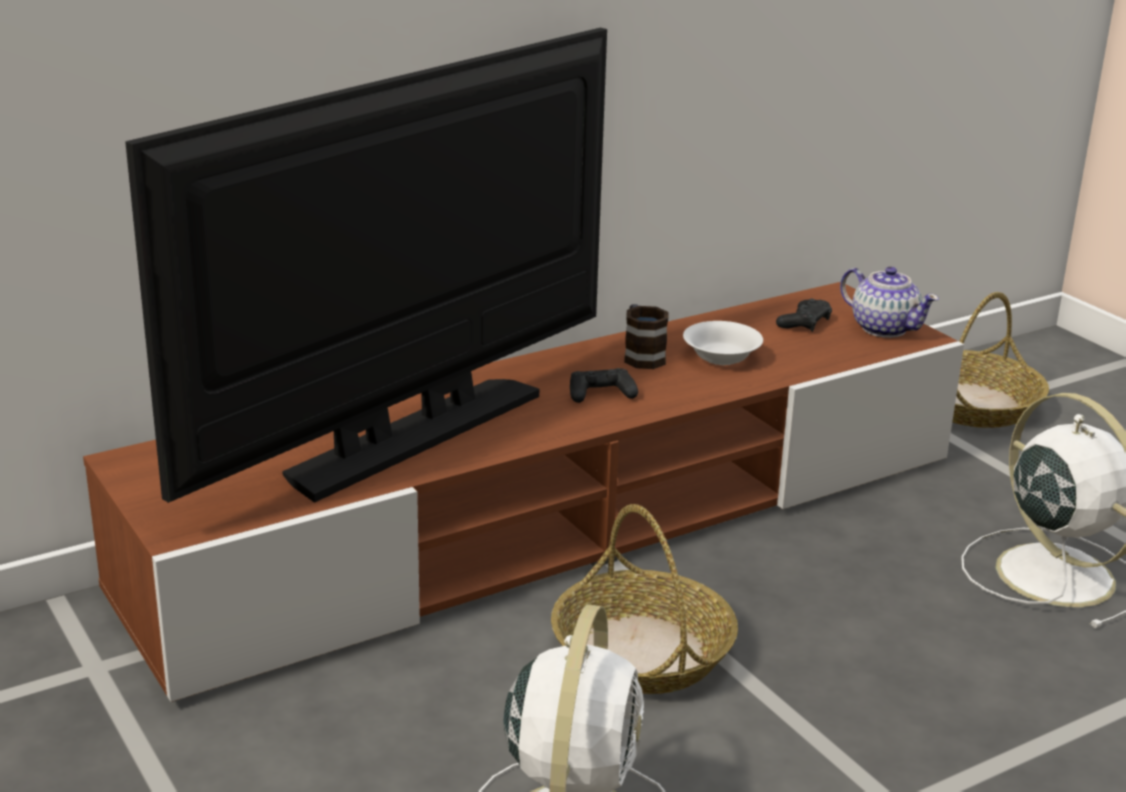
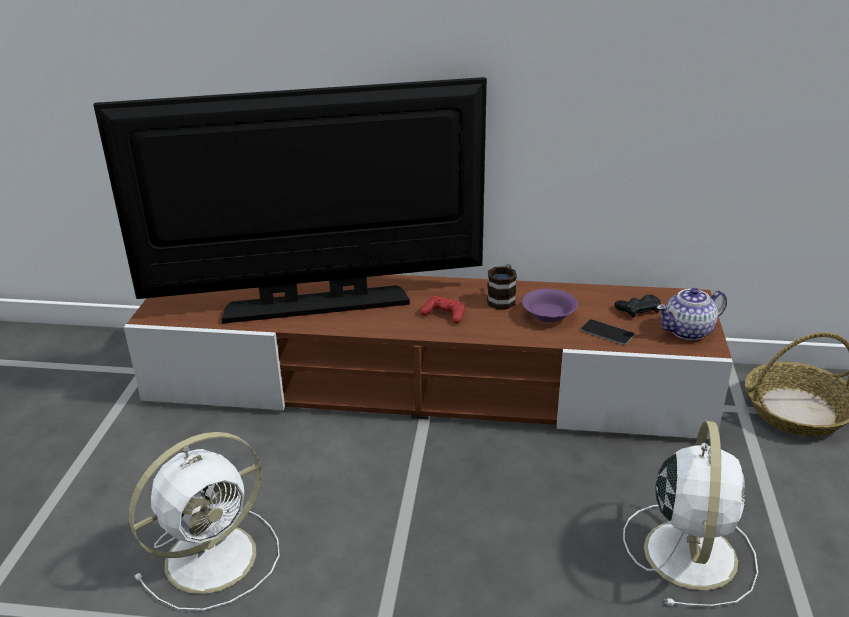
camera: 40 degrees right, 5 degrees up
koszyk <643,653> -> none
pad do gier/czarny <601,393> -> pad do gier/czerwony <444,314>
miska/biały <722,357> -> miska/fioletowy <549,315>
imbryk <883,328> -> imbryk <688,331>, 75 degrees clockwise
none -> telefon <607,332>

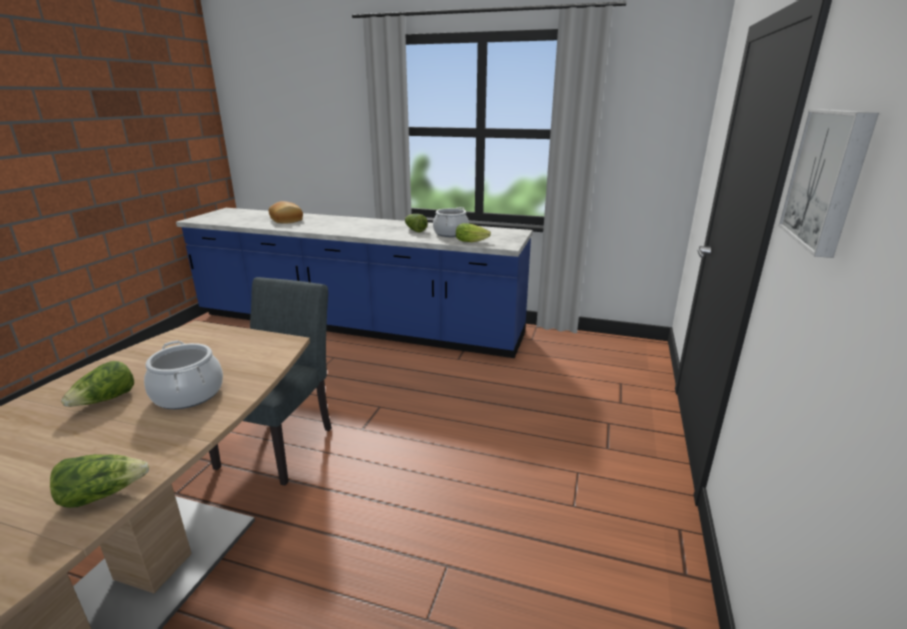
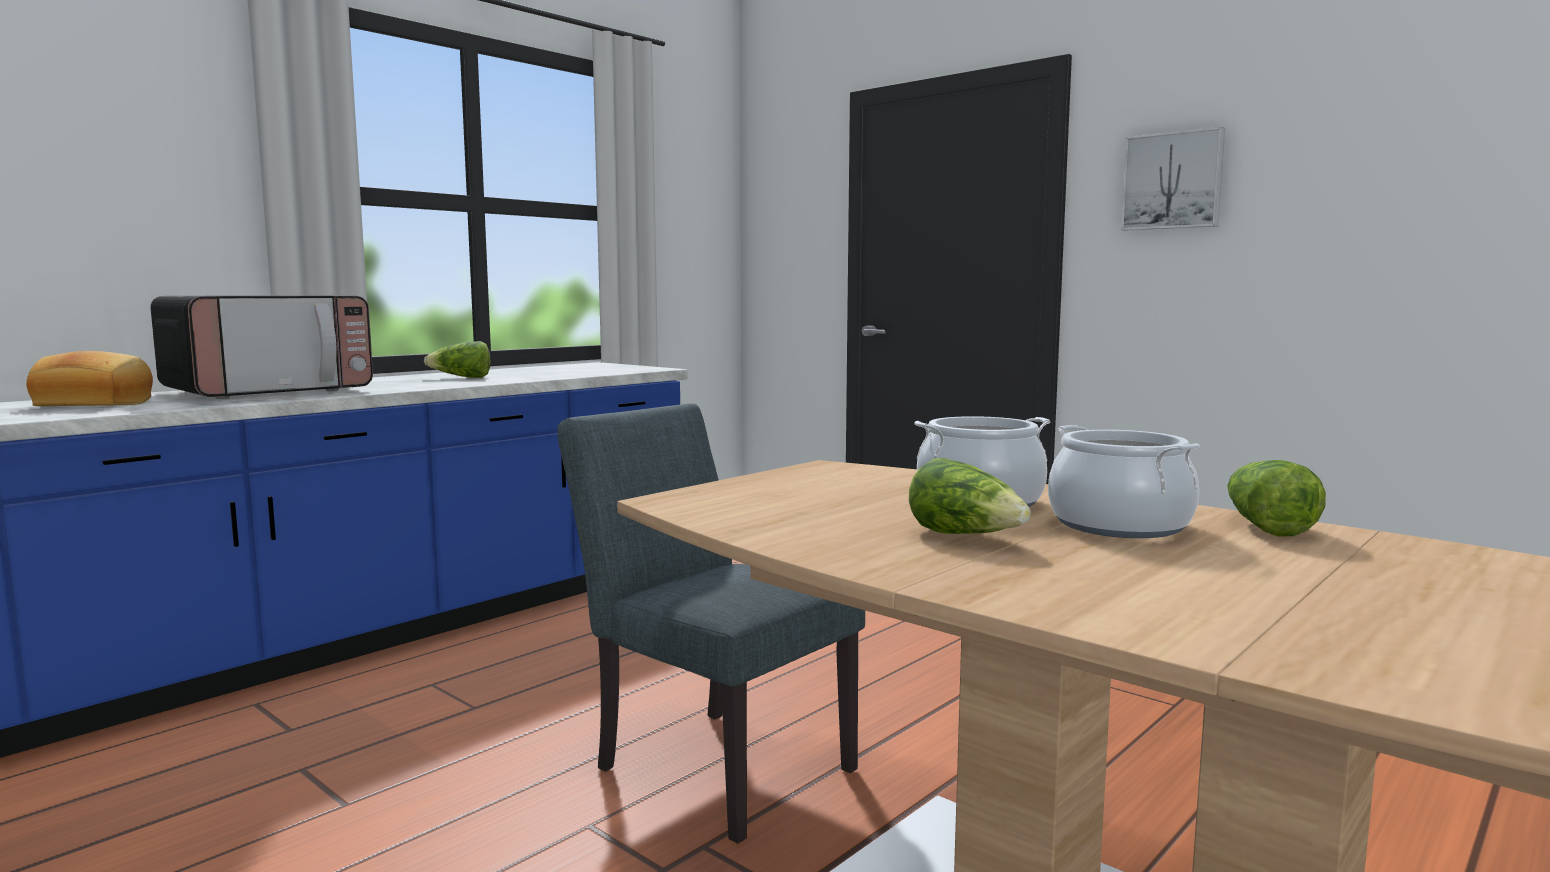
camera: 65 degrees left, 15 degrees down
garnek <451,233> -> garnek <1119,525>, moved
sałata <473,241> -> none
none -> mikrofalówka <269,391>

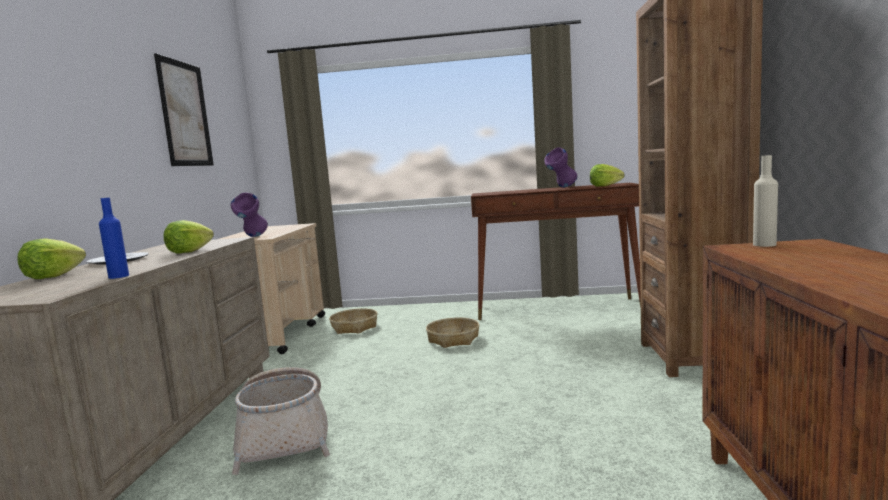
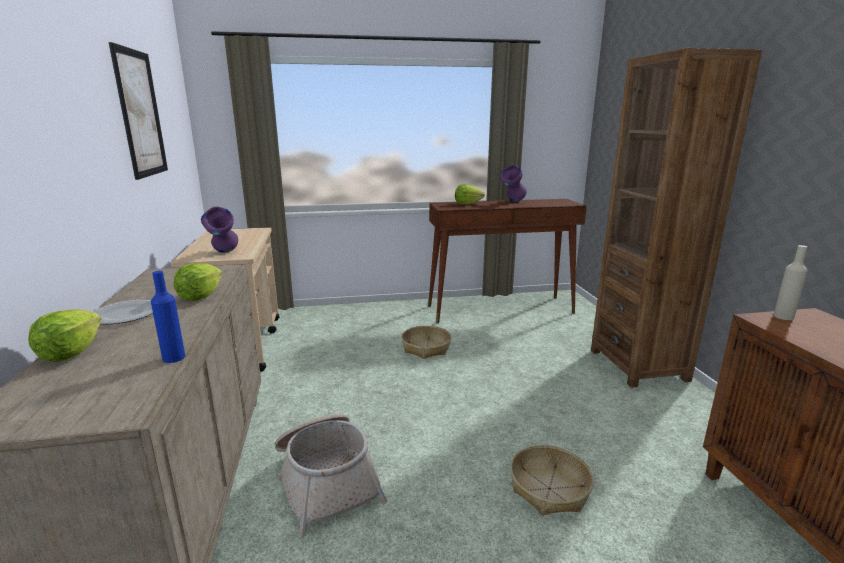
camera: 15 degrees left, 10 degrees up
koszyk <354,327> -> koszyk <549,489>, moved
sałata <605,186> -> sałata <467,204>, moved

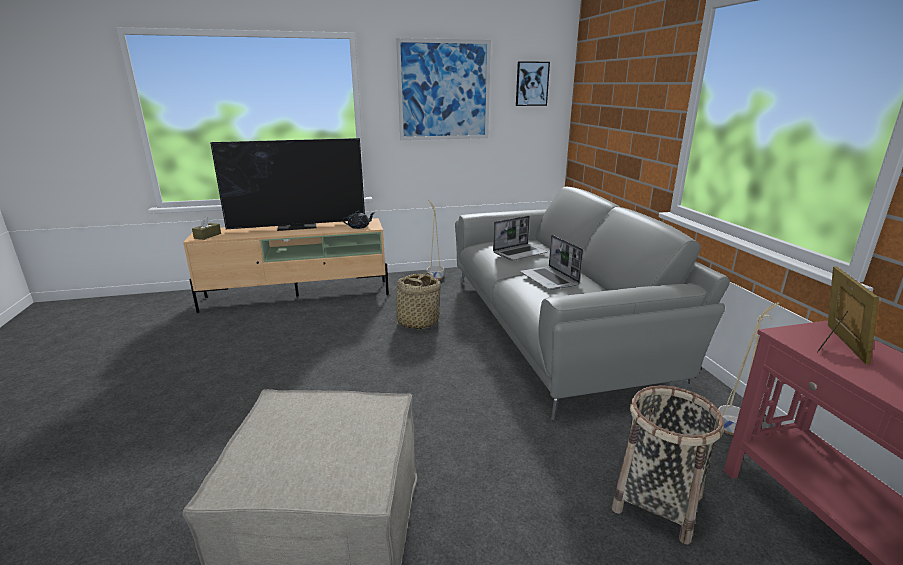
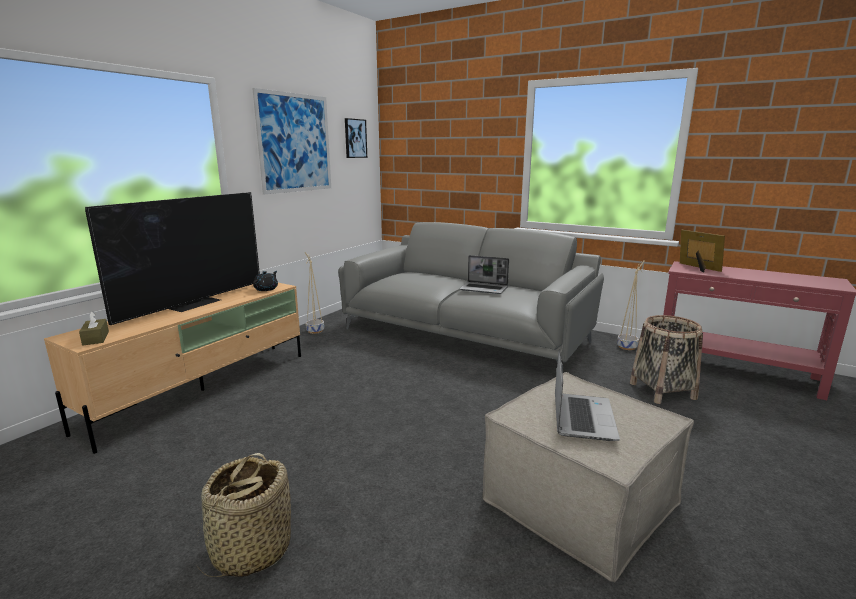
camera: 45 degrees left, 5 degrees down
koszyk <417,322> -> koszyk <251,550>, moved
laptop <520,253> -> laptop <582,417>, moved

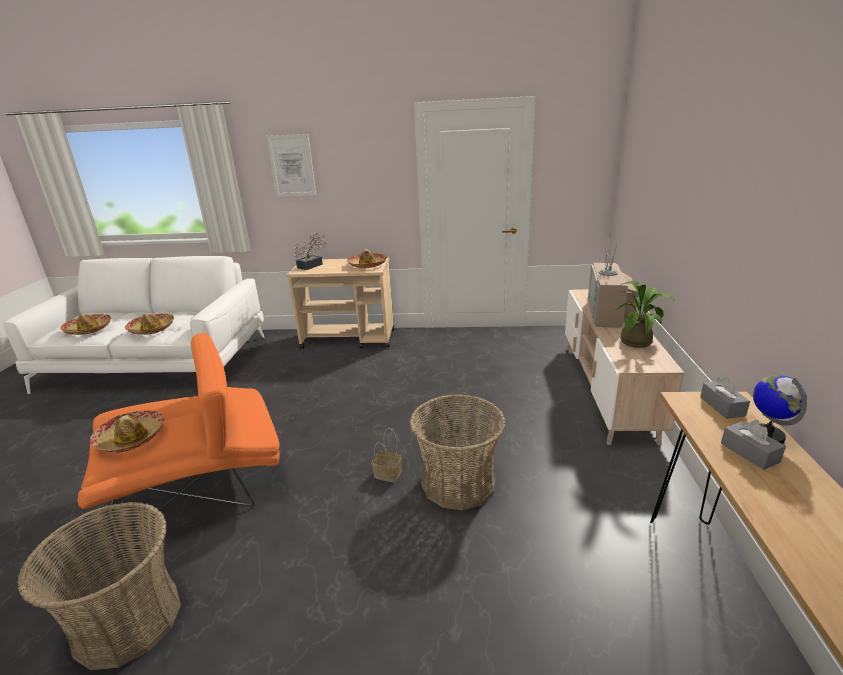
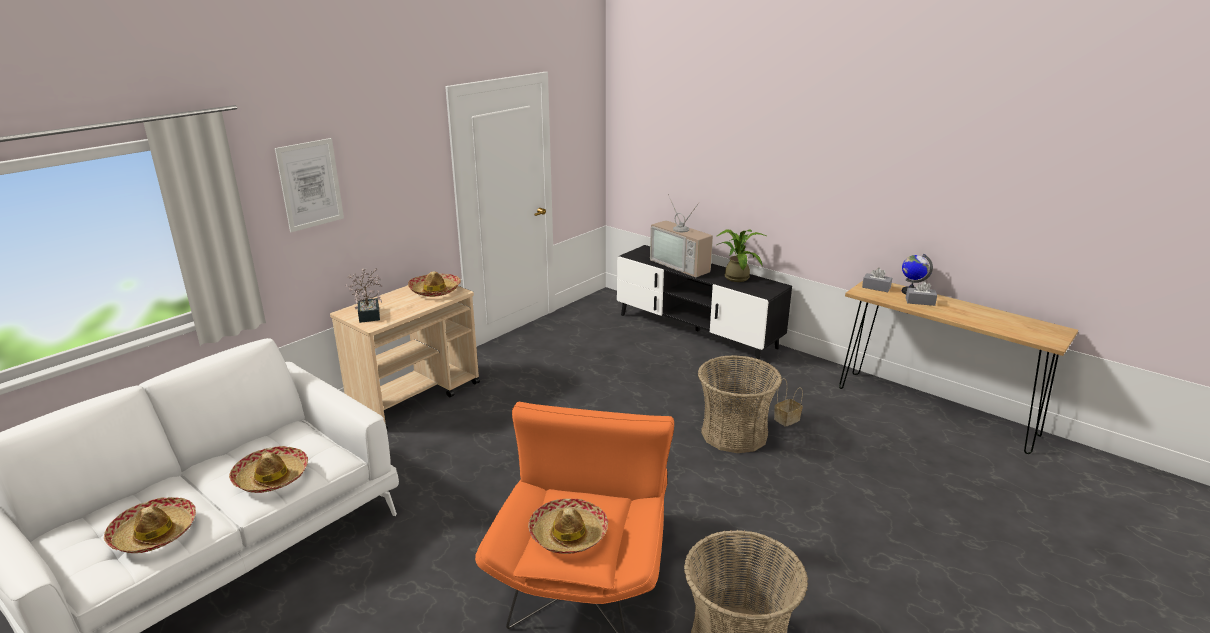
camera: 55 degrees left, 0 degrees up
koszyk <389,474> -> koszyk <787,419>, moved
szafka pod telewizor/beżowy <606,389> -> szafka pod telewizor/czarny <696,331>

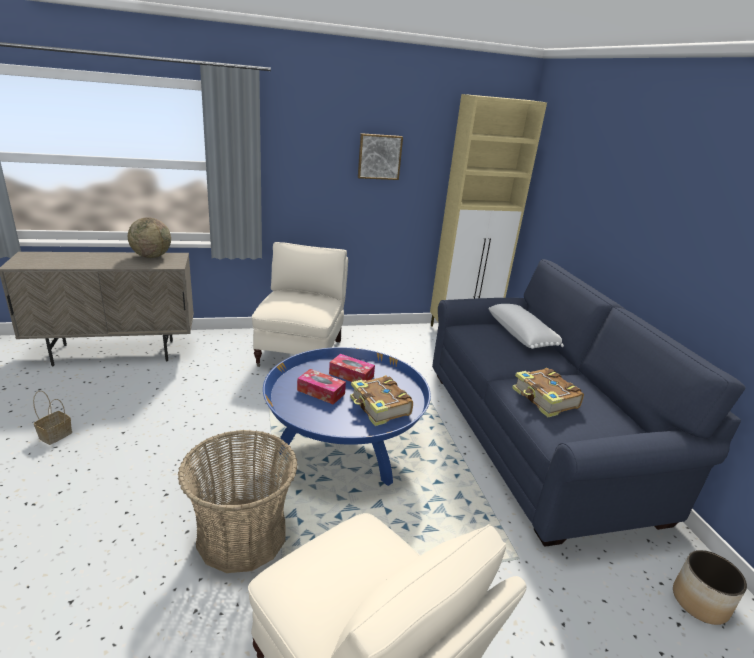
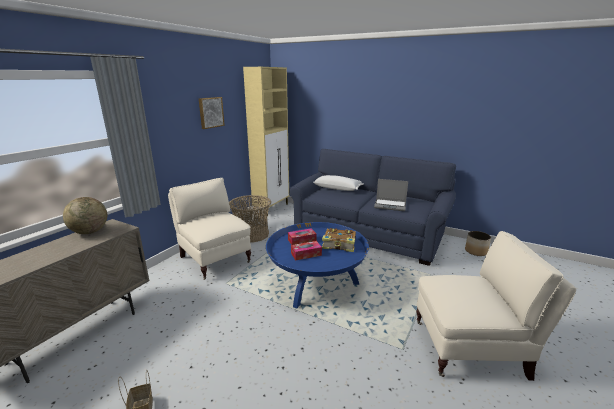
camera: 45 degrees left, 5 degrees down
koszyk <242,535> -> koszyk <252,234>, moved
książka <545,399> -> laptop <390,205>

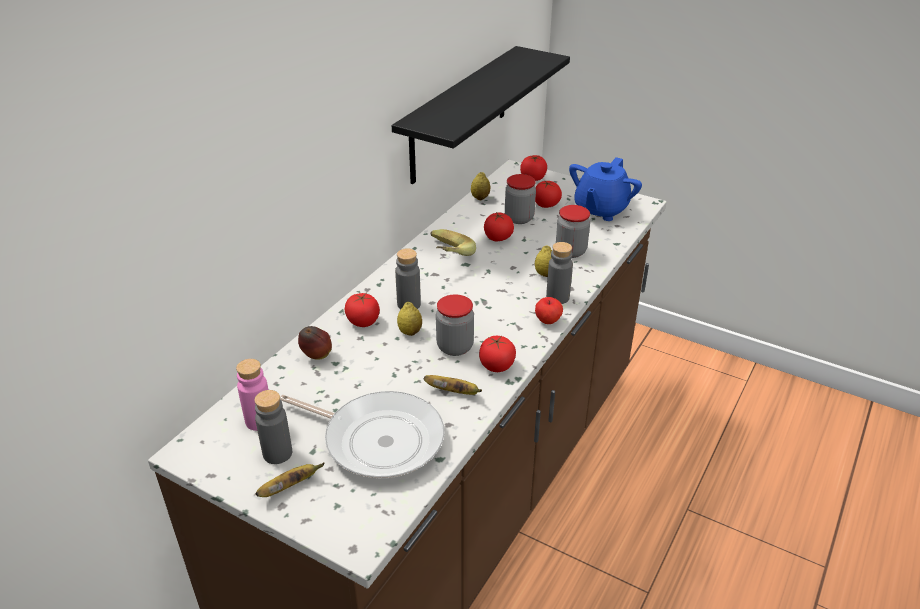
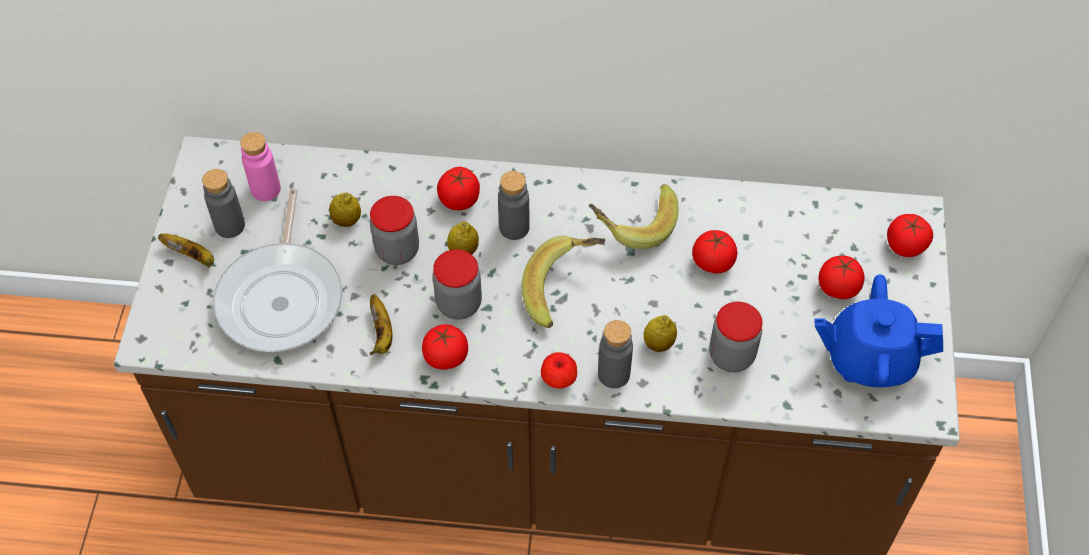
camera: 65 degrees right, 20 degrees up
jabłko <317,356> -> none
półka/czarny <459,115> -> none
cytryna <480,198> -> cytryna <347,220>, moved
słoik <519,218> -> słoik <397,250>, moved
none -> banan <565,290>

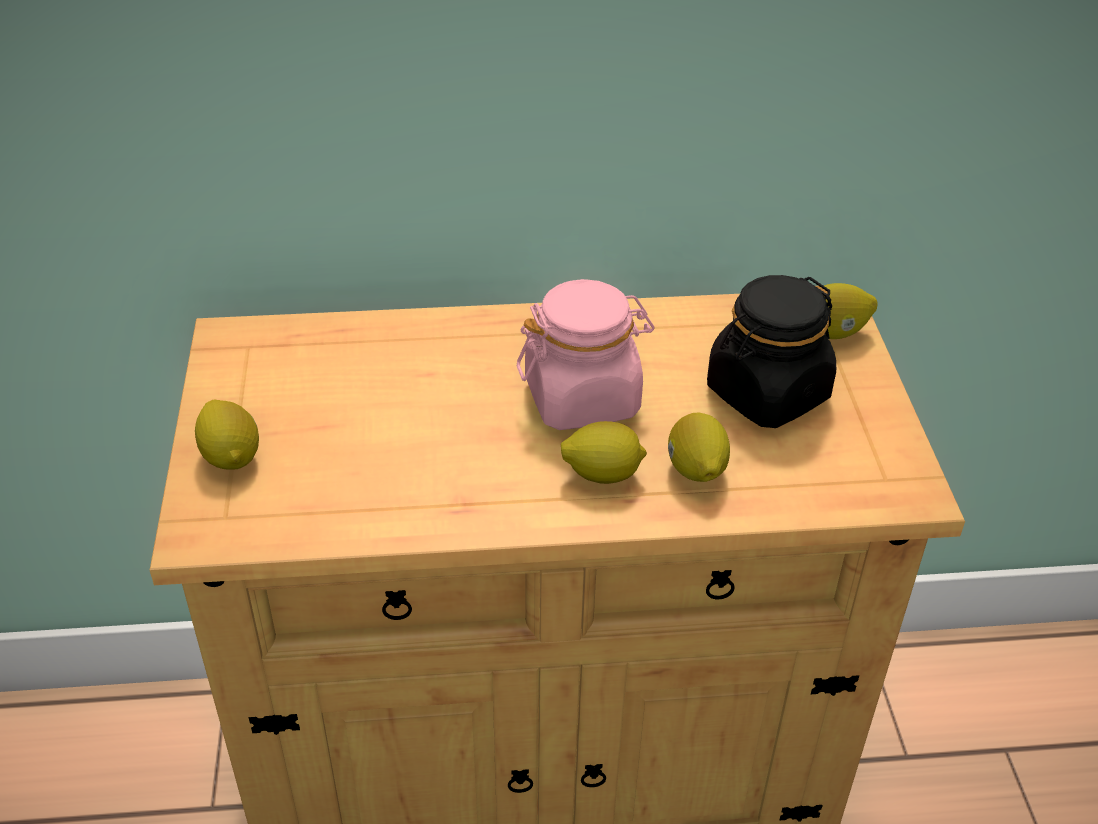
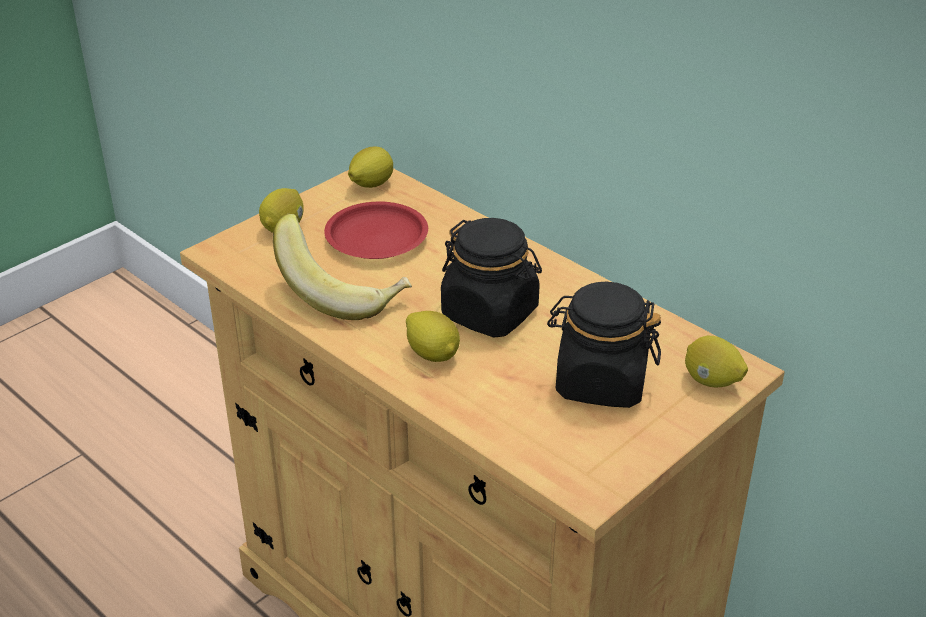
camera: 50 degrees right, 5 degrees down
słoik/różowy <583,398> -> słoik/czarny <490,313>
cytryna <696,471> -> cytryna <371,185>, moved
none -> banan <343,293>
none -> talerz/czerwony <377,238>

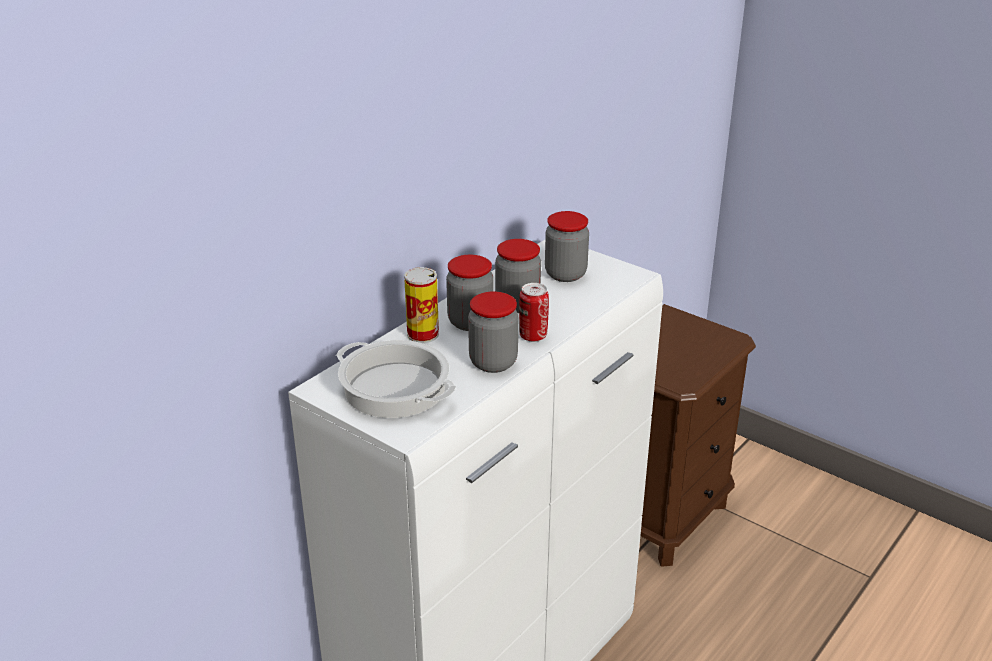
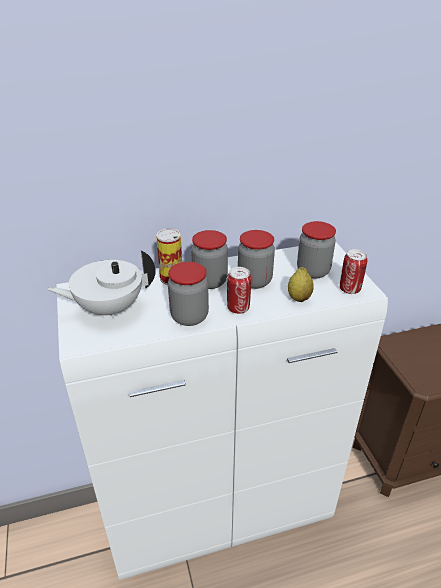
camera: 35 degrees right, 5 degrees up
garnek <393,389> -> imbryk/biały <109,308>
none -> cytryna <299,298>
none -> puszka <349,289>

